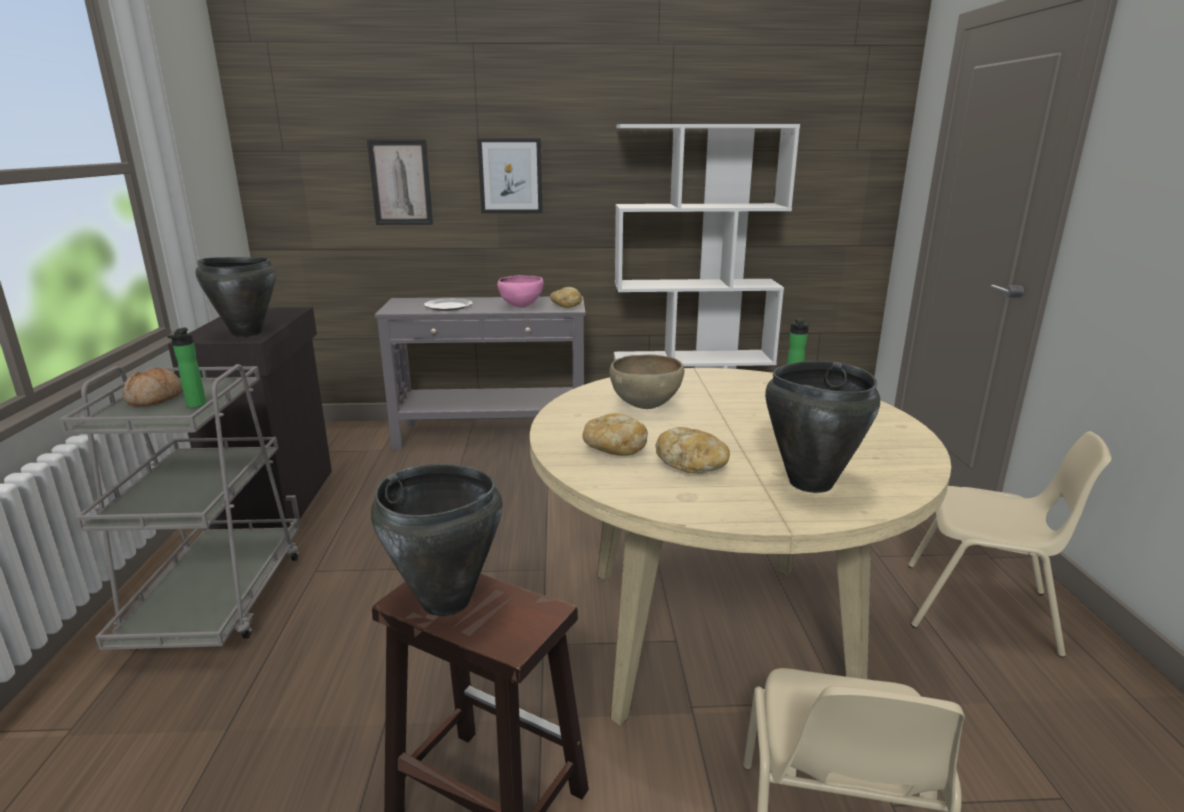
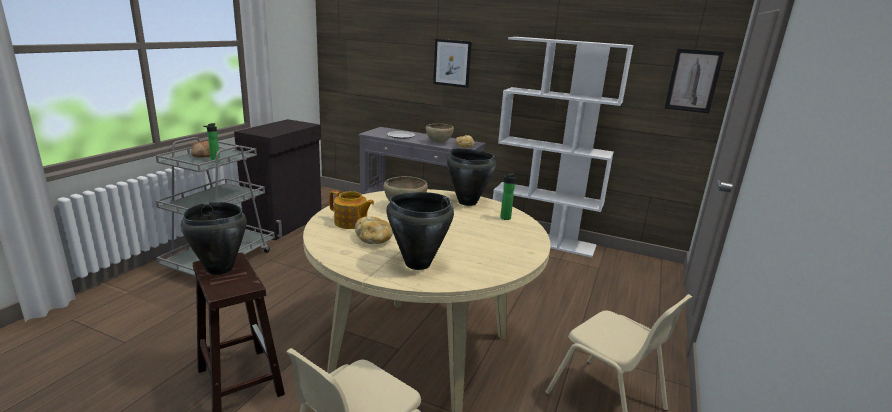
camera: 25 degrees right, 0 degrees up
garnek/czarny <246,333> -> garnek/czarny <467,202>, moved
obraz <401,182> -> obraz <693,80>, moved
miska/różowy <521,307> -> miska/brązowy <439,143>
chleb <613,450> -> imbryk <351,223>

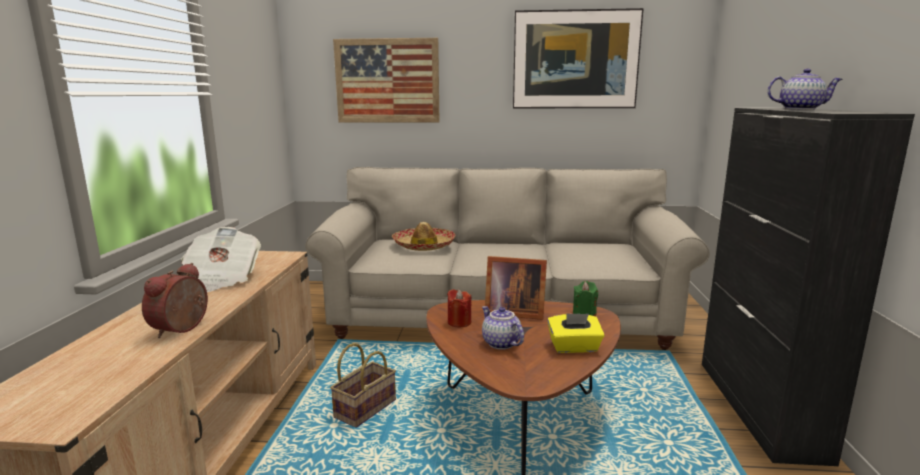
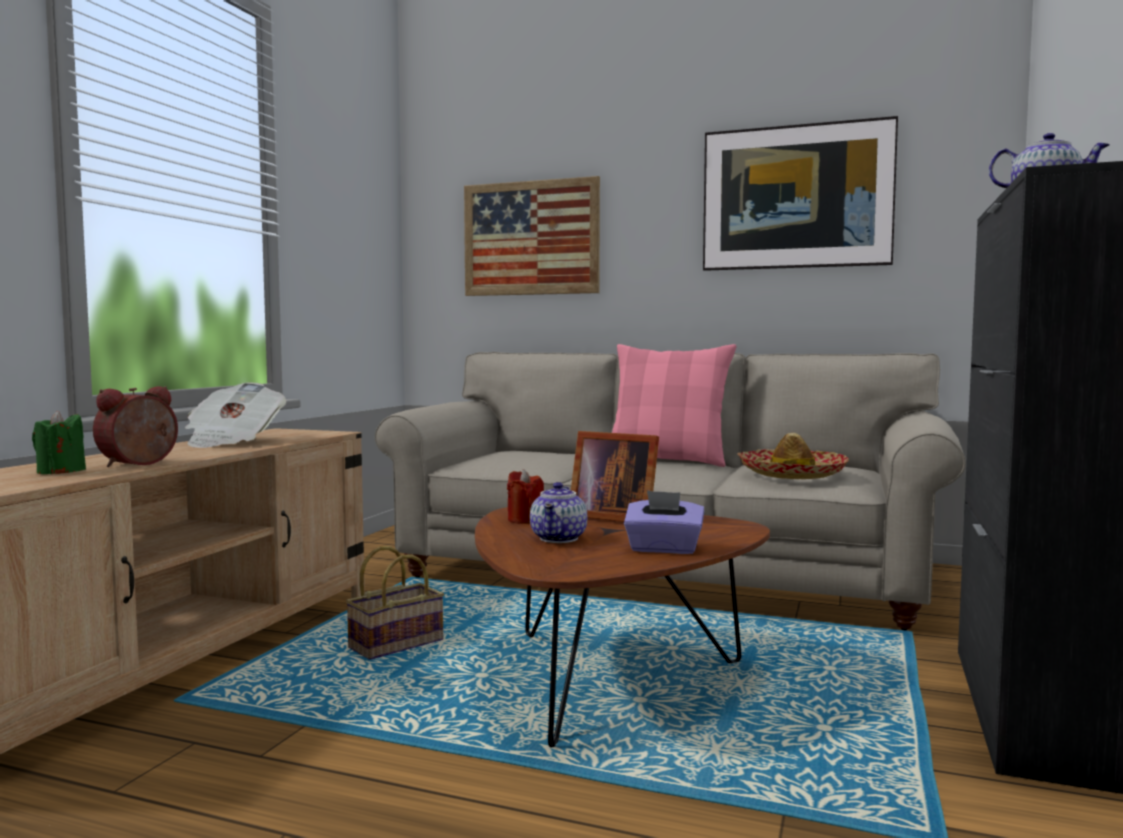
camera: 15 degrees right, 10 degrees down
kapelusz <423,246> -> kapelusz <791,474>, moved
imbryk <500,343> -> imbryk <560,539>, 150 degrees counterclockwise
pudełko chusteczek/żółty <574,347> -> pudełko chusteczek/fioletowy <663,549>
świeca/zielony <584,314> -> świeca/zielony <61,471>, moved
none -> poduszka/różowy <667,461>

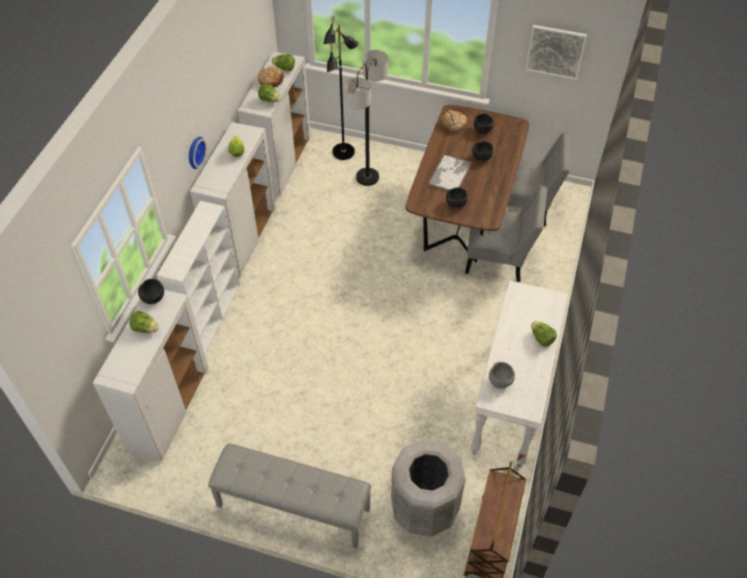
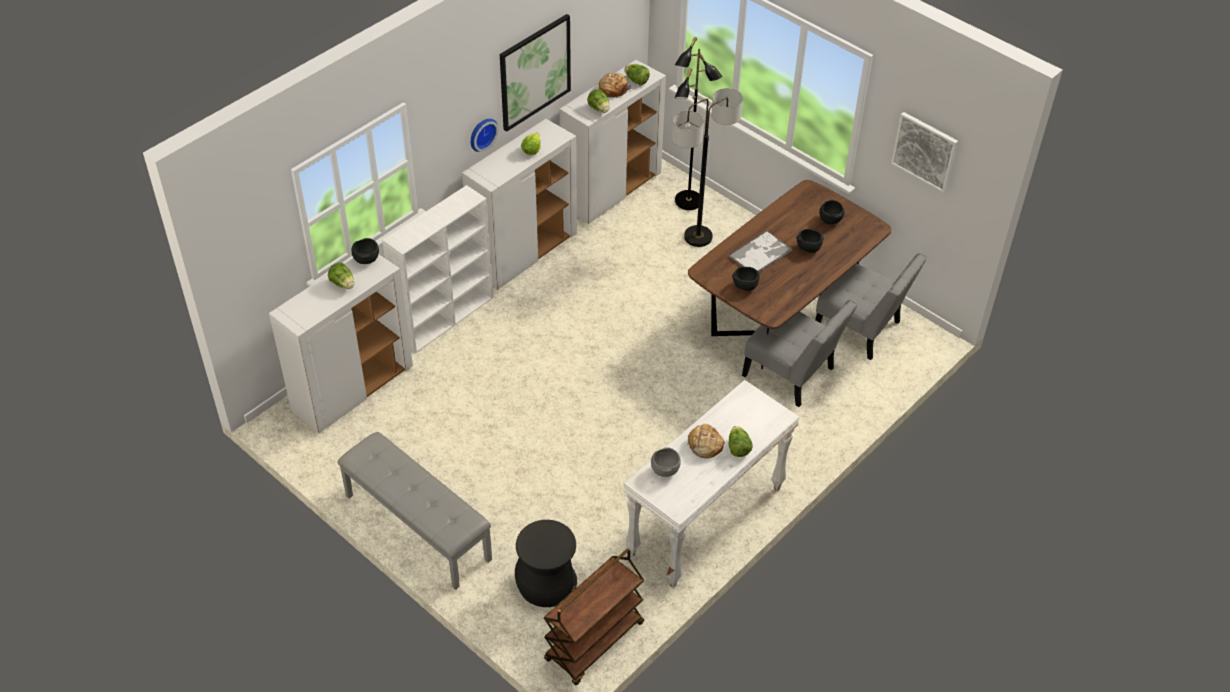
camera: 25 degrees right, 5 degrees down
kosz na śmieci/szary <424,508> -> stołek/czarny <546,583>
chleb <453,124> -> chleb <704,445>, moved
none -> obraz <534,72>

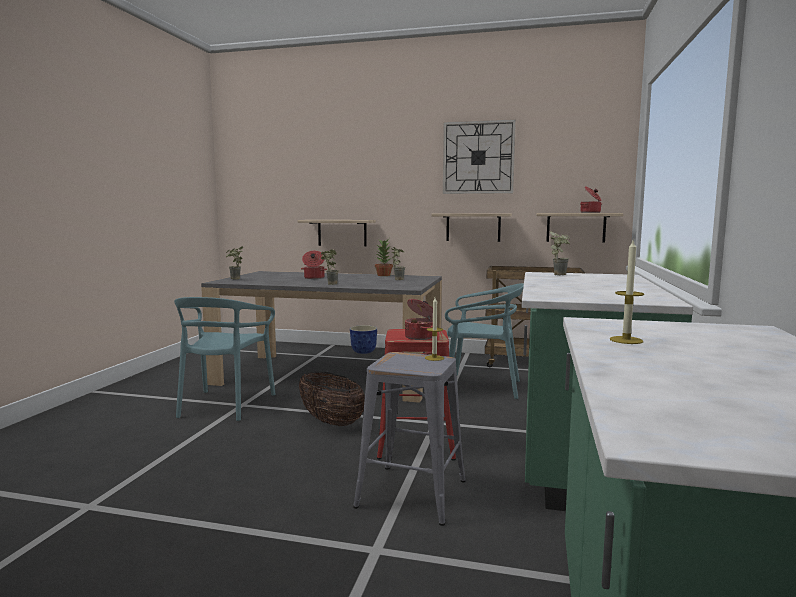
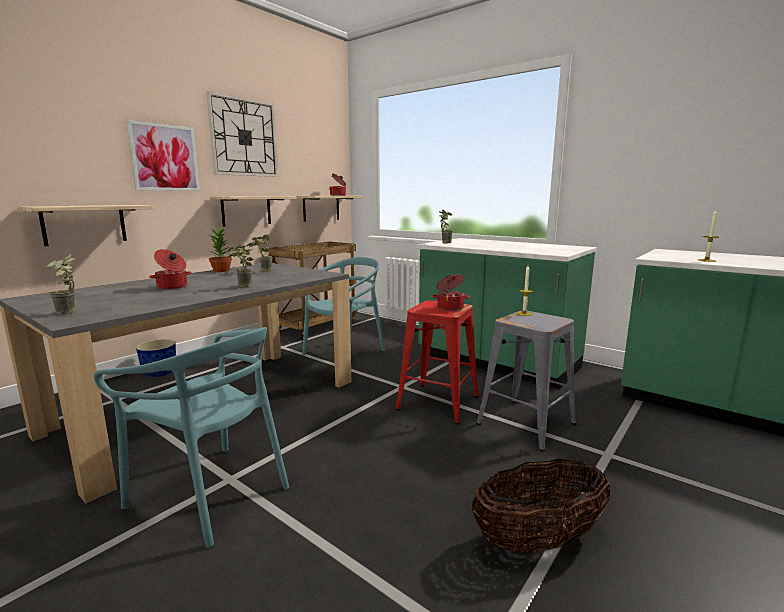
camera: 65 degrees left, 5 degrees up
koszyk <331,422> -> koszyk <538,540>, moved
none -> obraz <164,158>

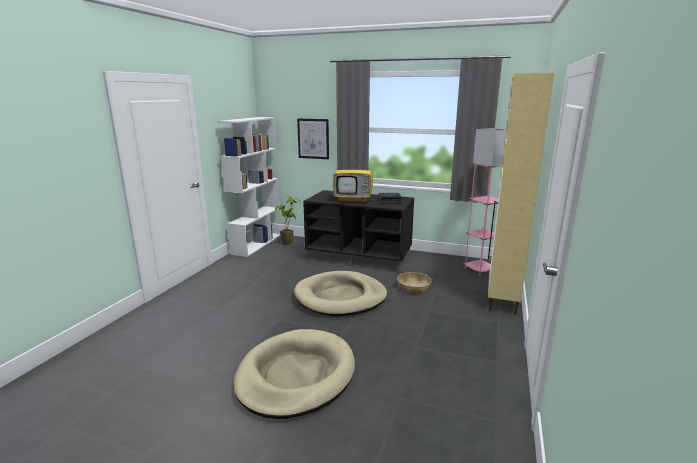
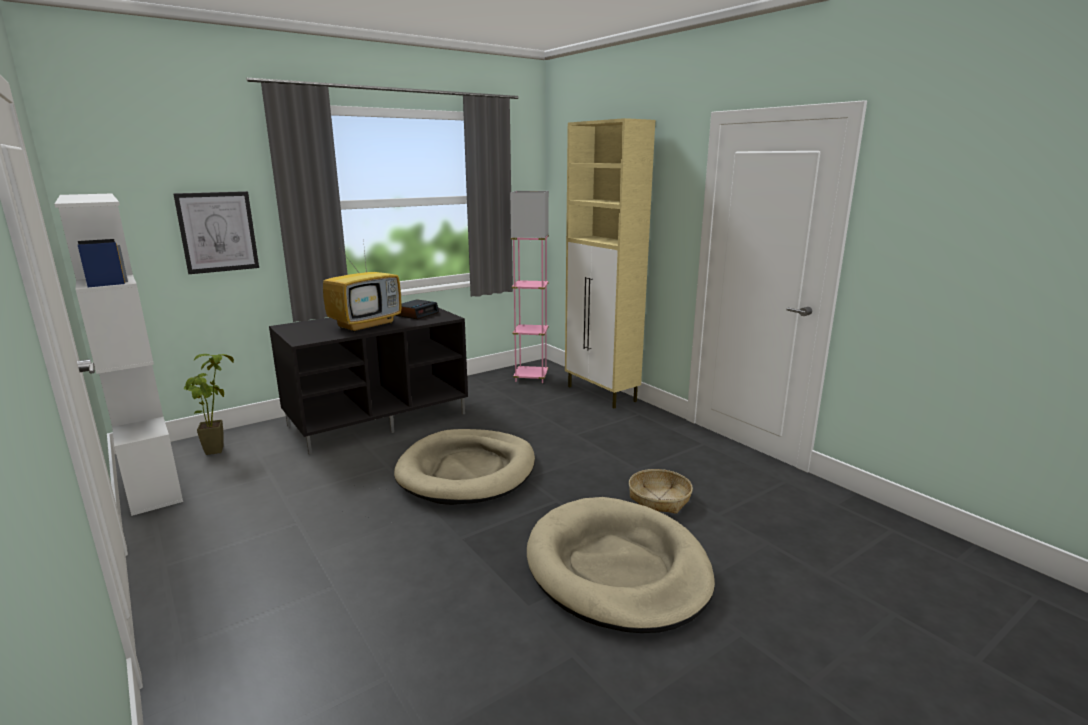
camera: 55 degrees left, 0 degrees up
koszyk <413,287> -> koszyk <659,499>, moved

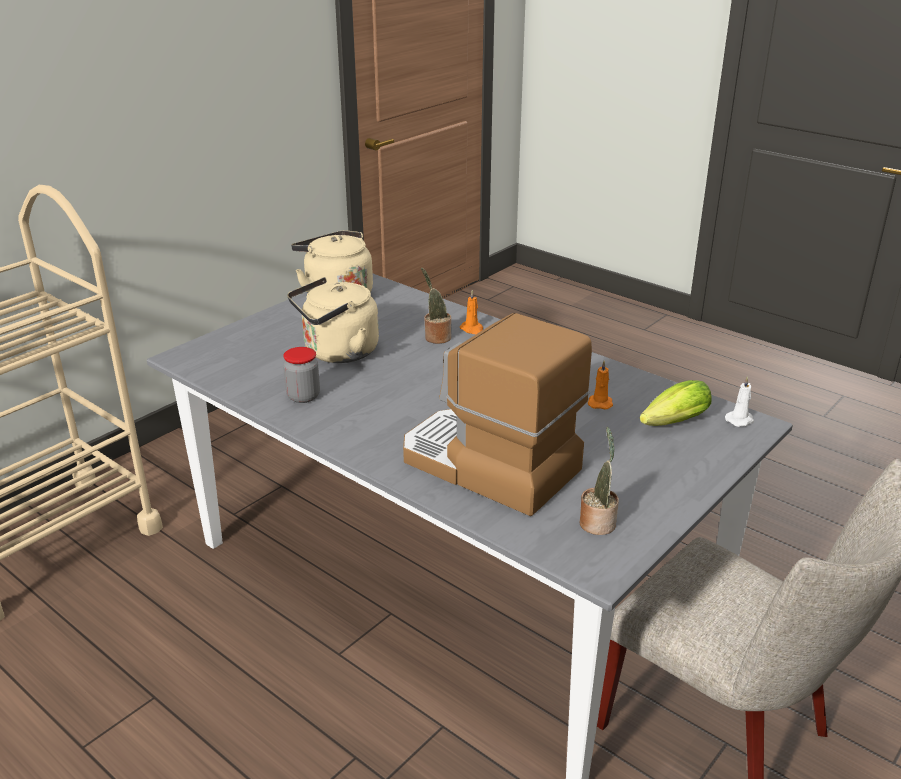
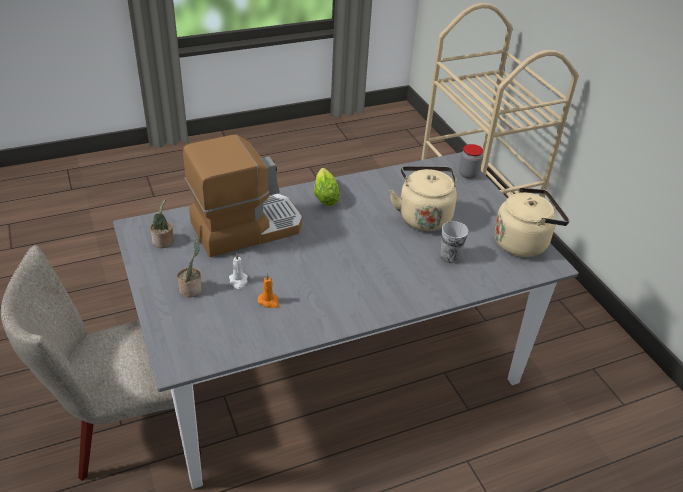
camera: 115 degrees right, 10 degrees up
słoik <303,396> -> słoik <468,174>, moved
roślina doniczkowa <436,337> -> roślina doniczkowa <192,288>, moved
świeca/pomarańczowy <472,329> -> none
sałata <671,424> -> sałata <325,195>, moved
świeca/biały <740,420> -> świeca/biały <238,281>, moved
none -> filiżanka <449,256>

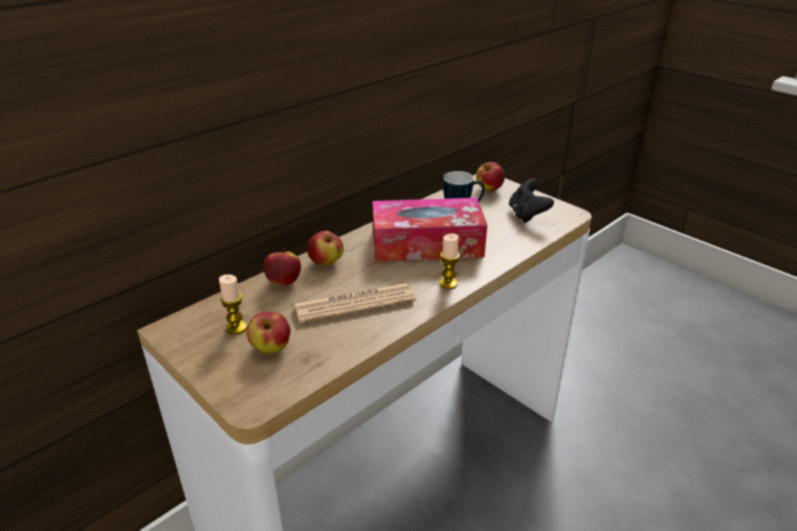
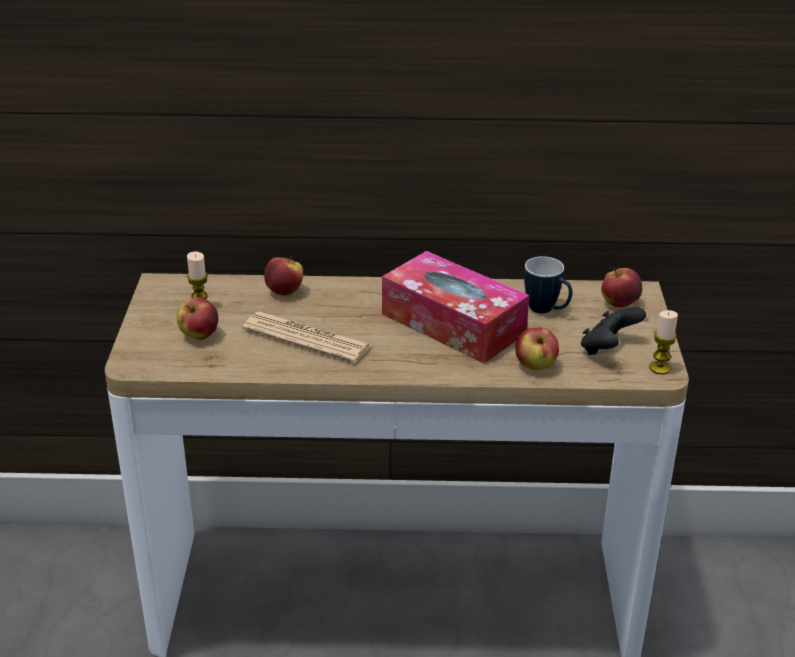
camera: 45 degrees right, 0 degrees up
jabłko <326,263> -> jabłko <535,366>, moved
świeca <448,283> -> świeca <660,368>, moved

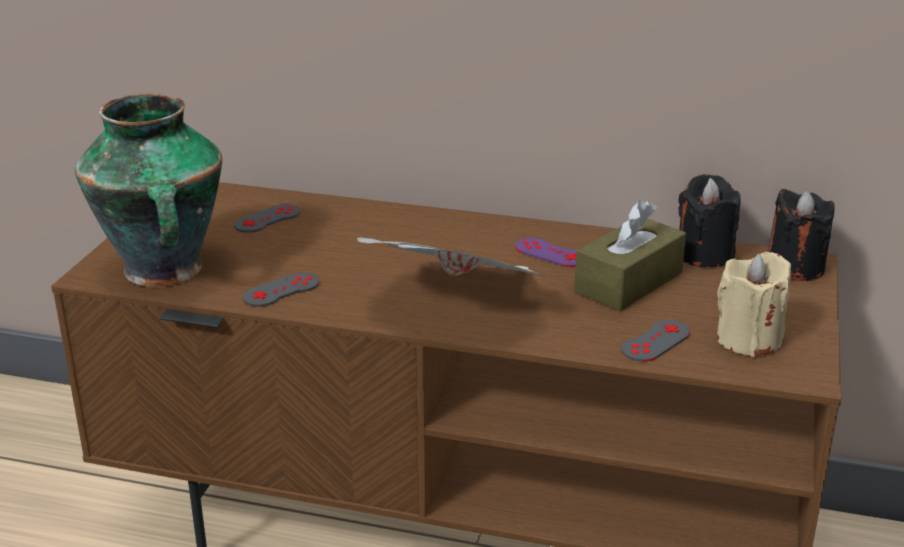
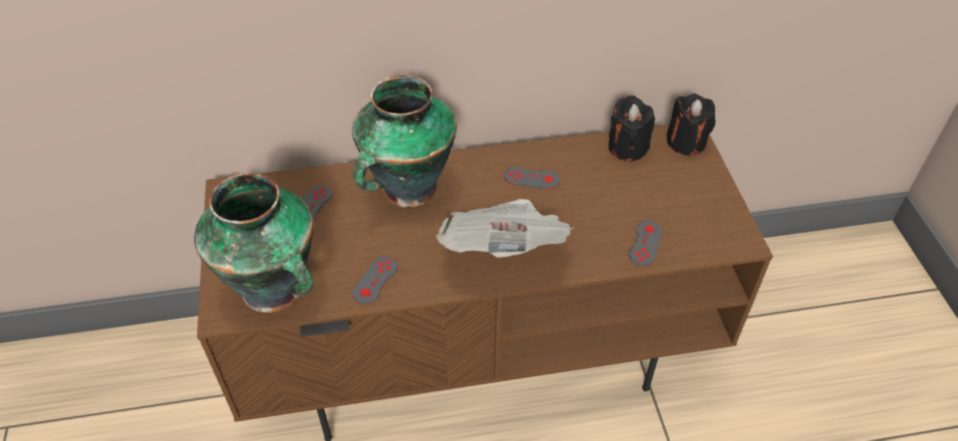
camera: 25 degrees left, 20 degrees up
pad do gier/fioletowy <550,253> -> pad do gier/szary <531,178>
pudełko chusteczek/brązowy <628,282> -> none
świeca/beżowy <748,339> -> none
none -> wazon <407,190>

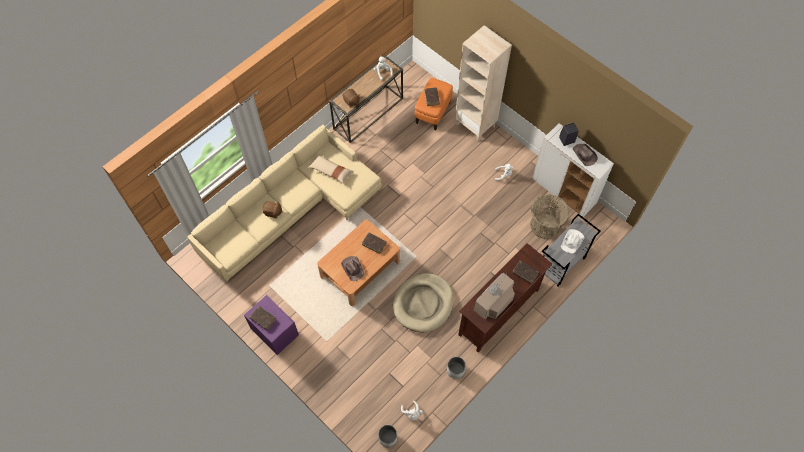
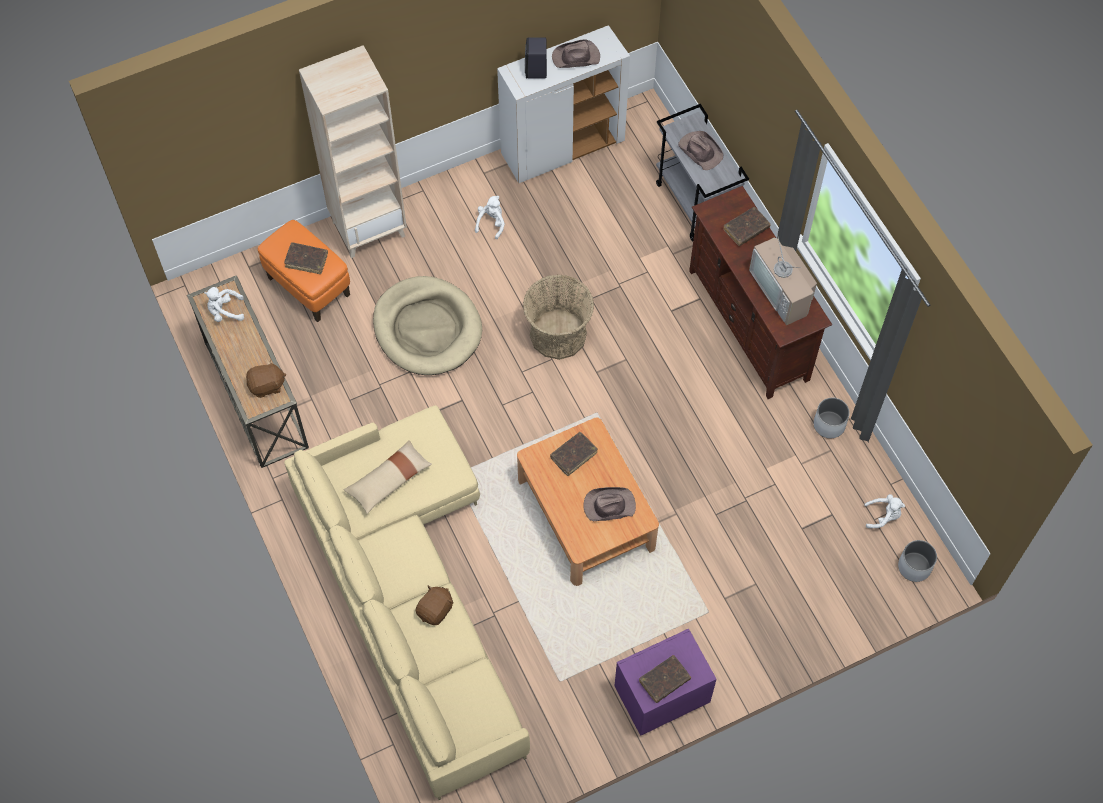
camera: 70 degrees left, 0 degrees up
legowisko/beżowy <423,303> -> legowisko/beżowy <427,328>, moved
koszyk <545,225> -> koszyk <558,334>, moved
kapelusz/biały <572,241> -> kapelusz/brązowy <700,150>

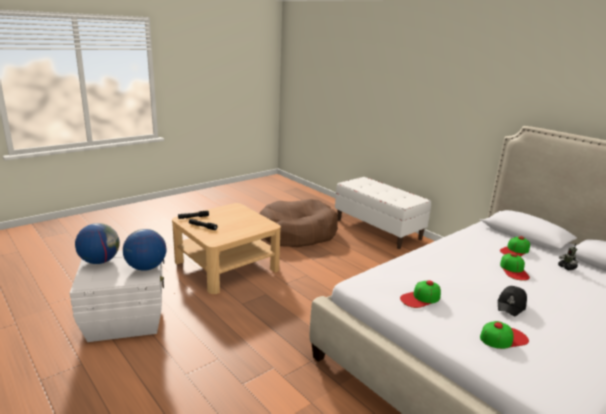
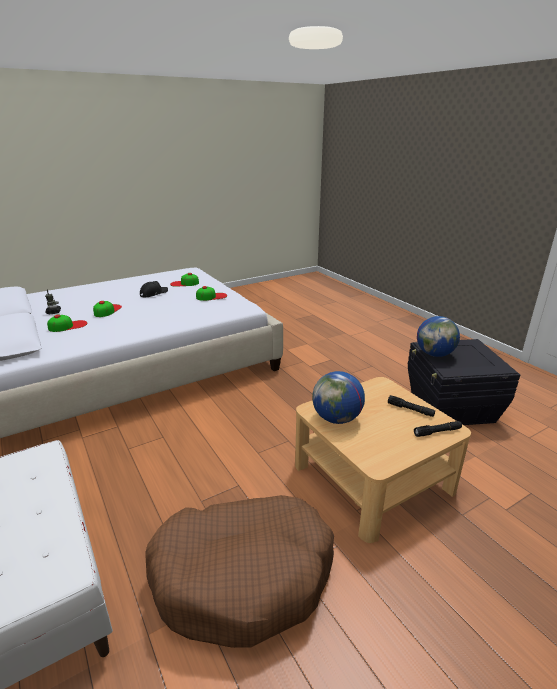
camera: 170 degrees left, 5 degrees up
pojemnik do przechowywania/biały <126,318> -> pojemnik do przechowywania/czarny <451,407>
globus <100,261> -> globus <336,418>, moved

